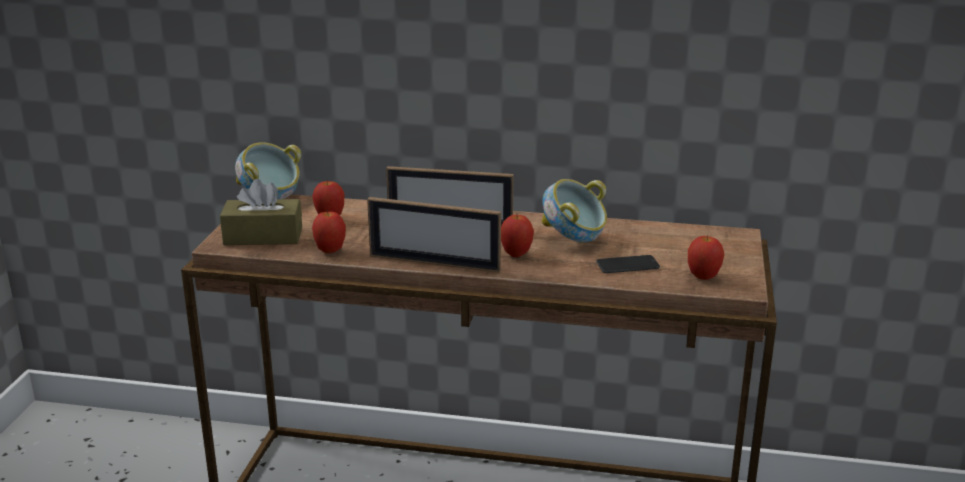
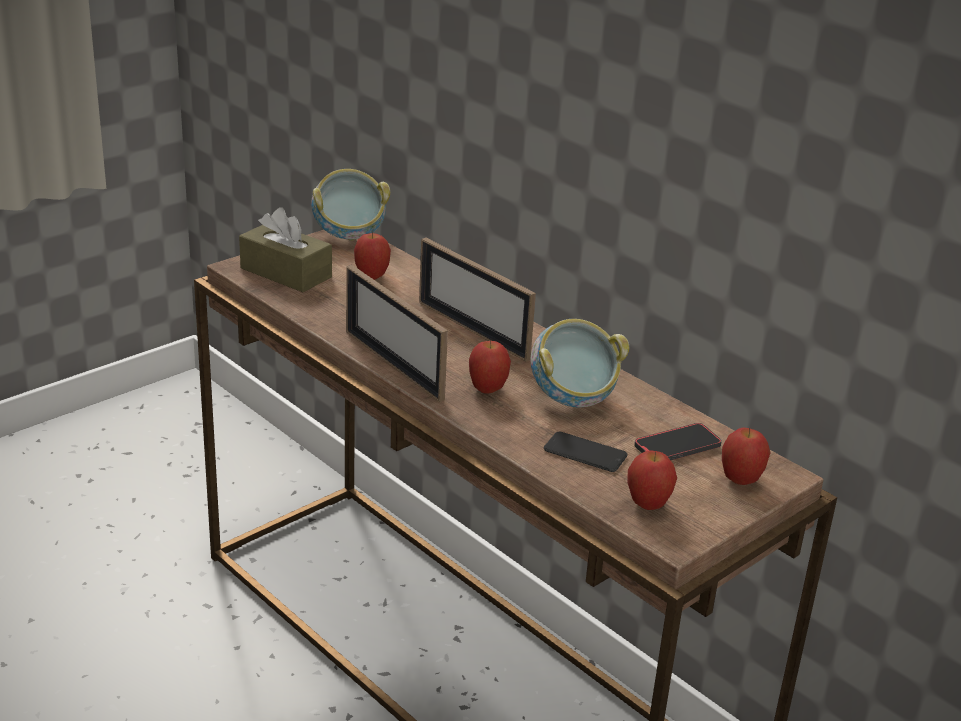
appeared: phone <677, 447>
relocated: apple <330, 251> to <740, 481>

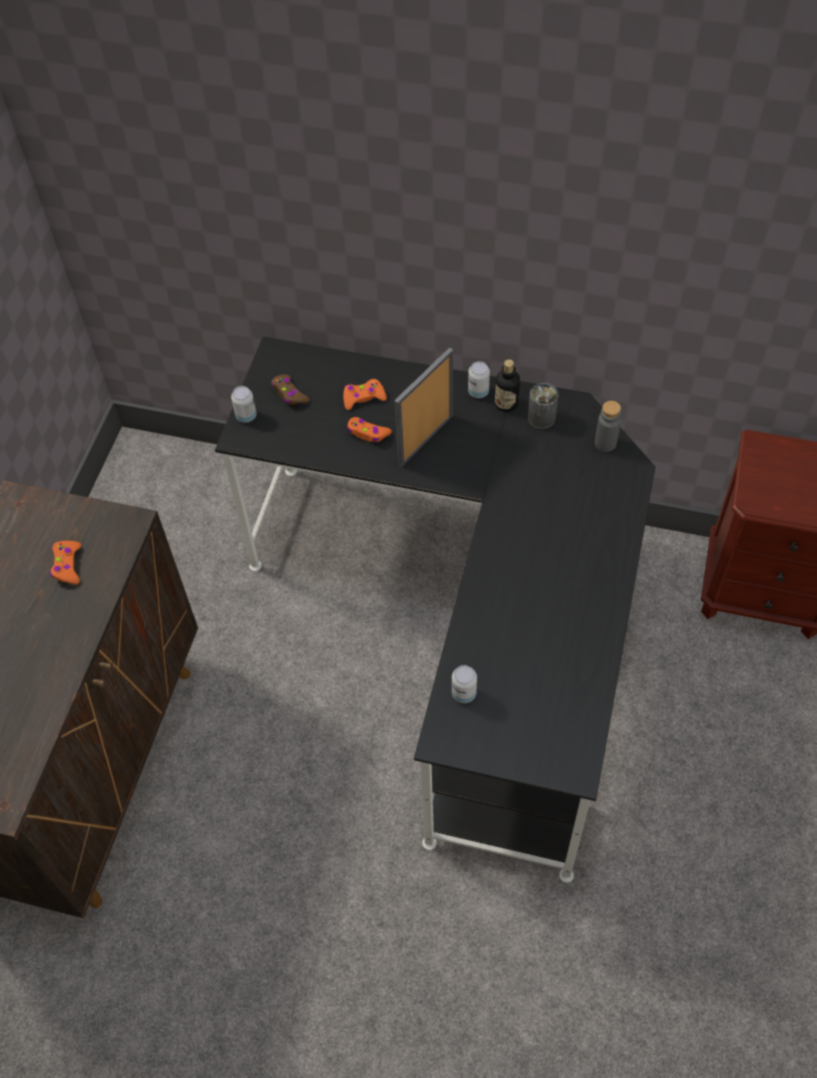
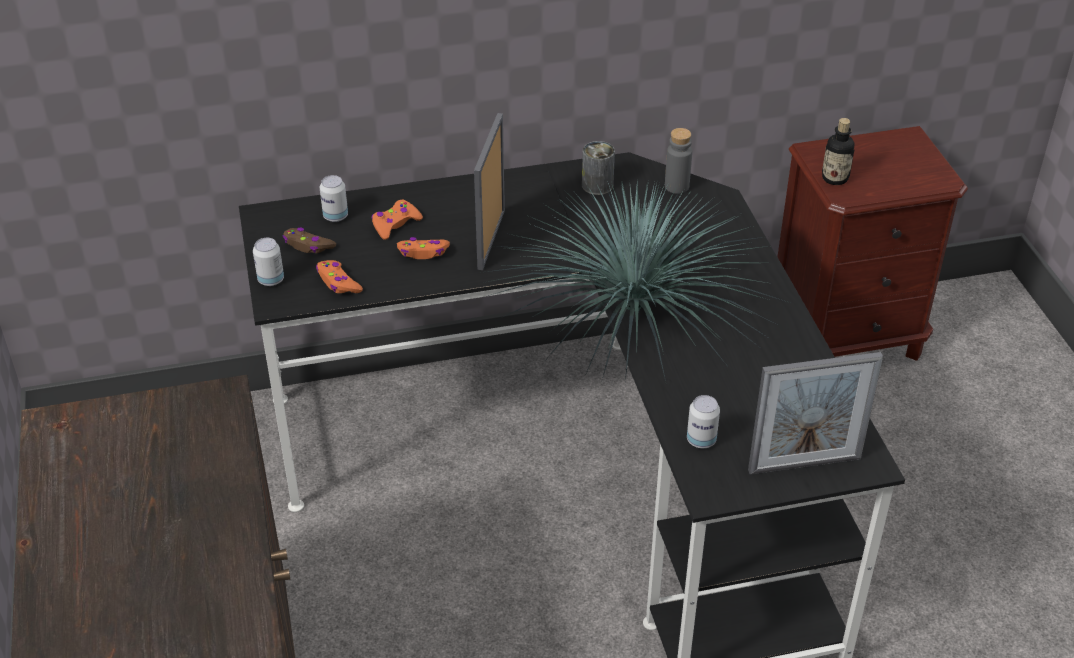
appeared: potted plant <632, 308>; photo frame <804, 464>
relocated: bottle <506, 404> to <835, 178>; can <478, 392> to <335, 216>; orange-coloured game controller <67, 565> to <338, 283>

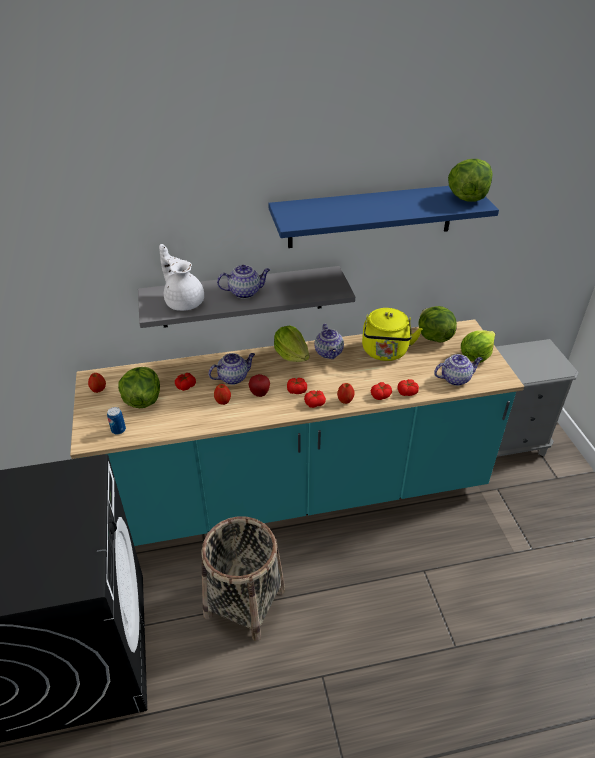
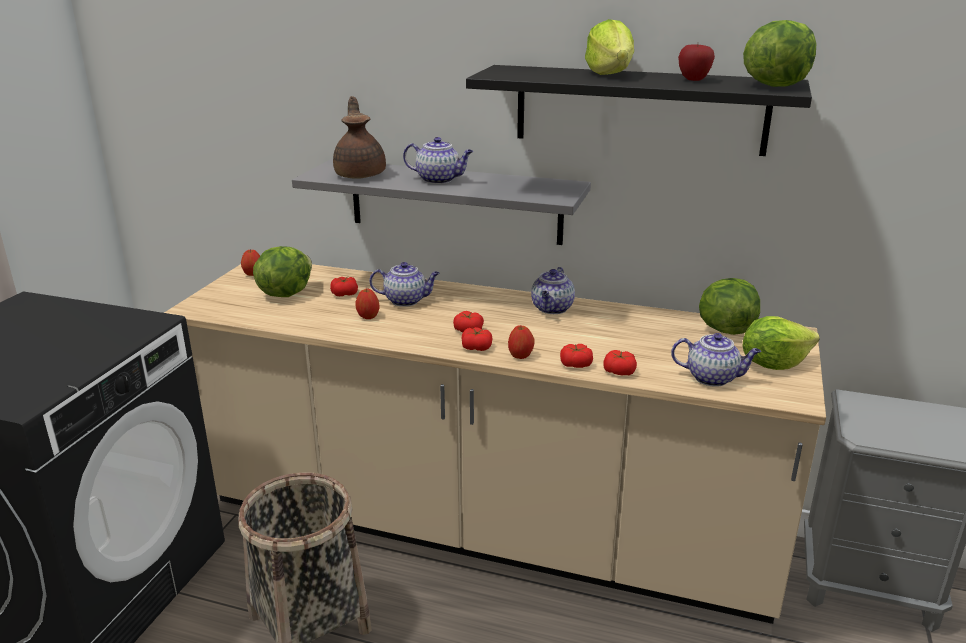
missing: yellowish tea kettle <385, 352>; can <118, 430>
relocated: lettuce head <291, 355> to <610, 74>; apple <259, 394> to <694, 80>
colour: blue shelf <371, 216> to blackish shelf <639, 109>; white-coloured tea pot <184, 301> to brownish tea pot <361, 174>; turquoise kitchen counter <297, 493> to beige-coloured kitchen counter <483, 528>

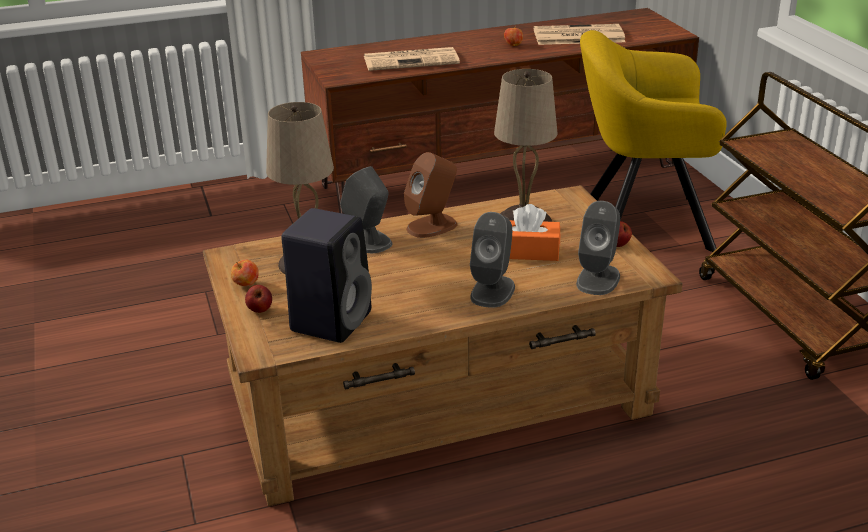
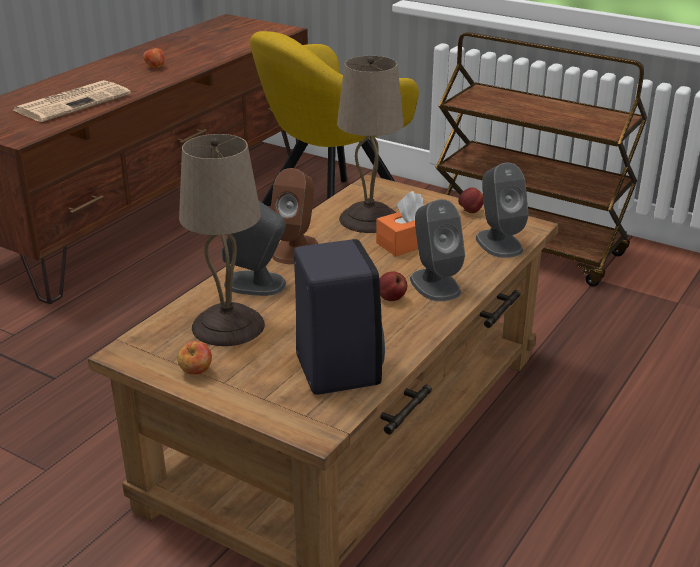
missing: printed paper <577, 36>
relocated: apple <260, 310> to <391, 298>

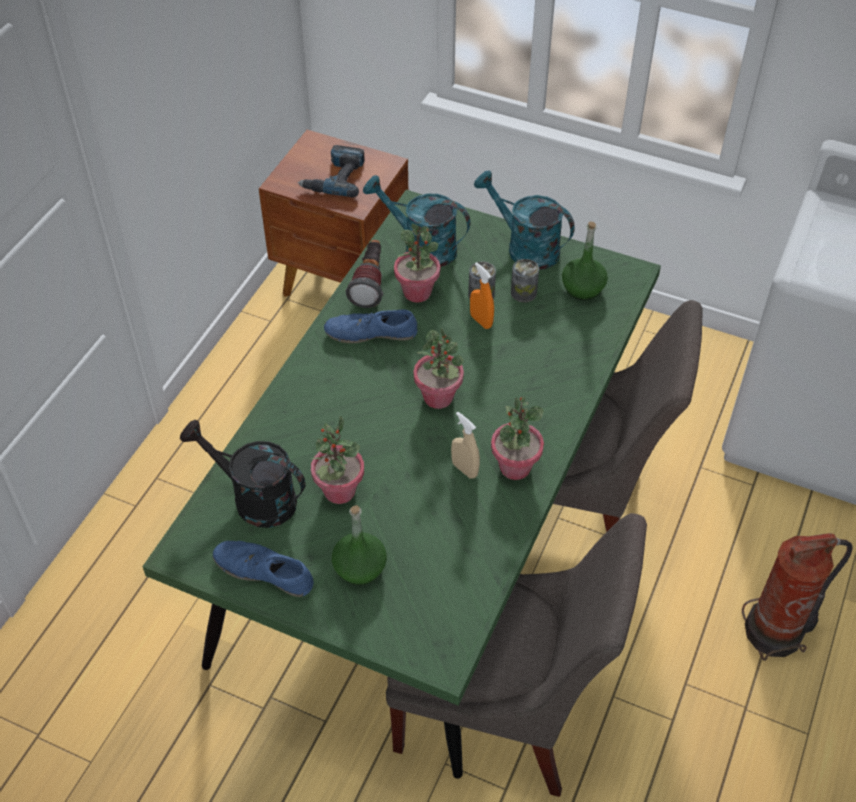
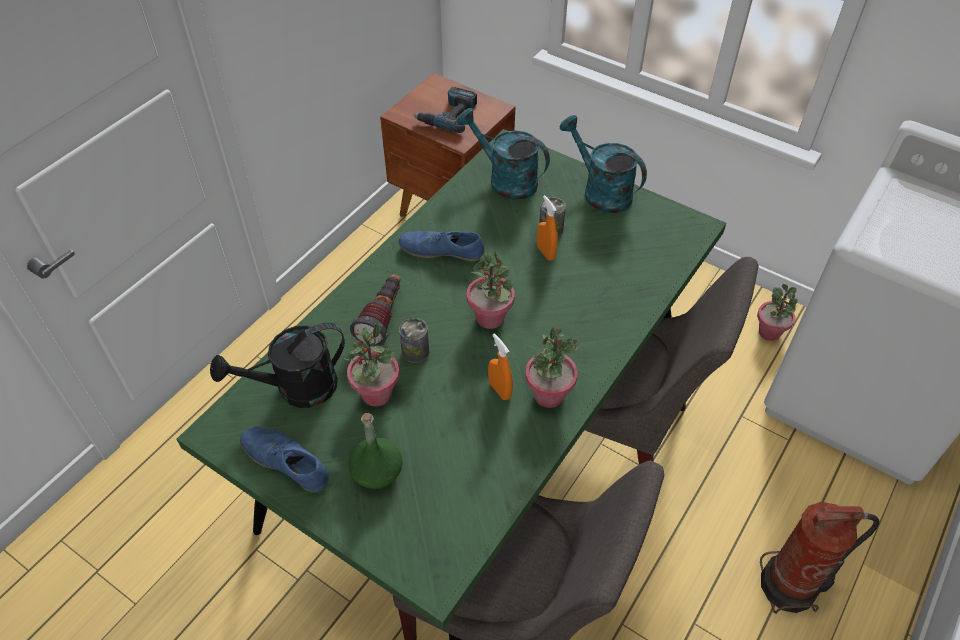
missing: green bottle <583, 288>
relocated: potted plant <417, 292> to <769, 332>; hand torch <370, 282> to <383, 318>; can <523, 293> to <415, 352>
colour: beige-coloured sprayer <464, 469> to orange-coloured sprayer <499, 390>
spun: blackish sprinkling can <254, 498> = <296, 389> 60 degrees counterclockwise

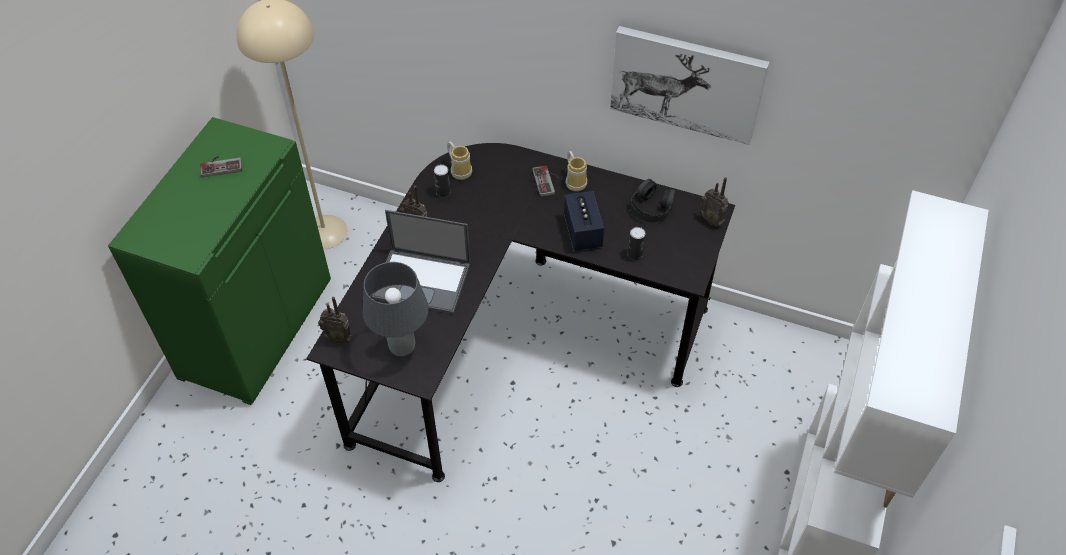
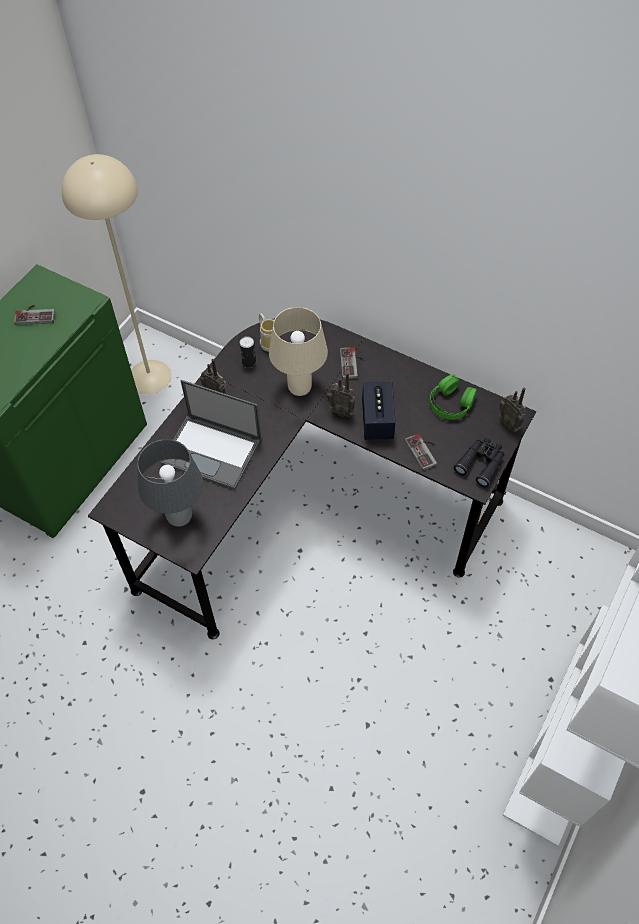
missing: wall picture <687, 83>; coffee mug <576, 181>
appeared: beige-coloured tabletop lamp <299, 388>; blackish pair of binoculars <481, 463>
relocated: radio <339, 337> to <341, 411>
exchanged: can <635, 254> to game controller <424, 451>
colour: blackish headphones <651, 207> to green headphones <451, 403>

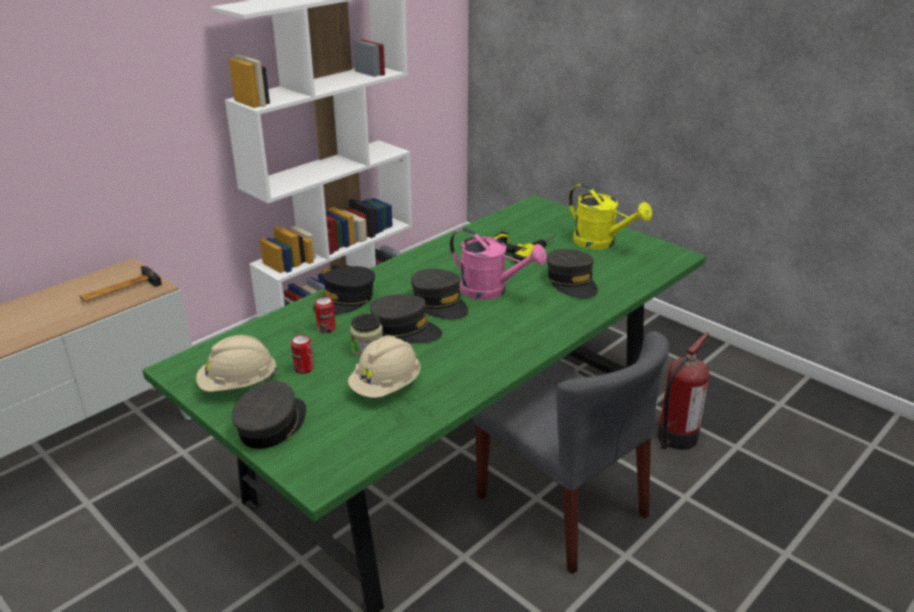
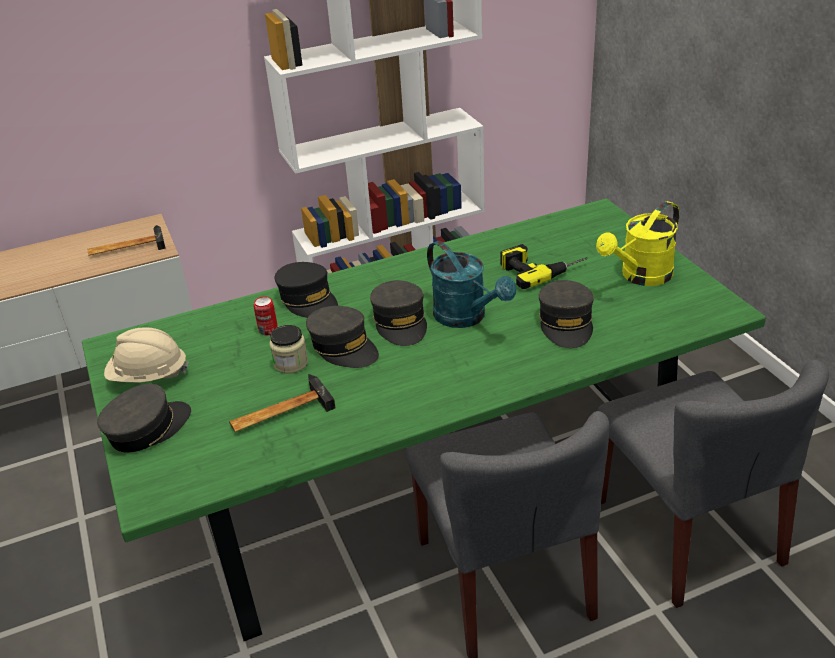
missing: can <304, 368>
exchanged: fire-fighting cylinder <675, 438> to gray upright chair <688, 532>; beige-coloured work helmet <386, 387> to hand hammer <279, 411>
colour: pinkish sprinkling can <491, 291> to turquoise sprinkling can <466, 317>
spun: yellowish sprinkling can <601, 243> = <640, 276> 75 degrees clockwise; blackish baseball cap <345, 300> = <308, 300> 105 degrees counterclockwise

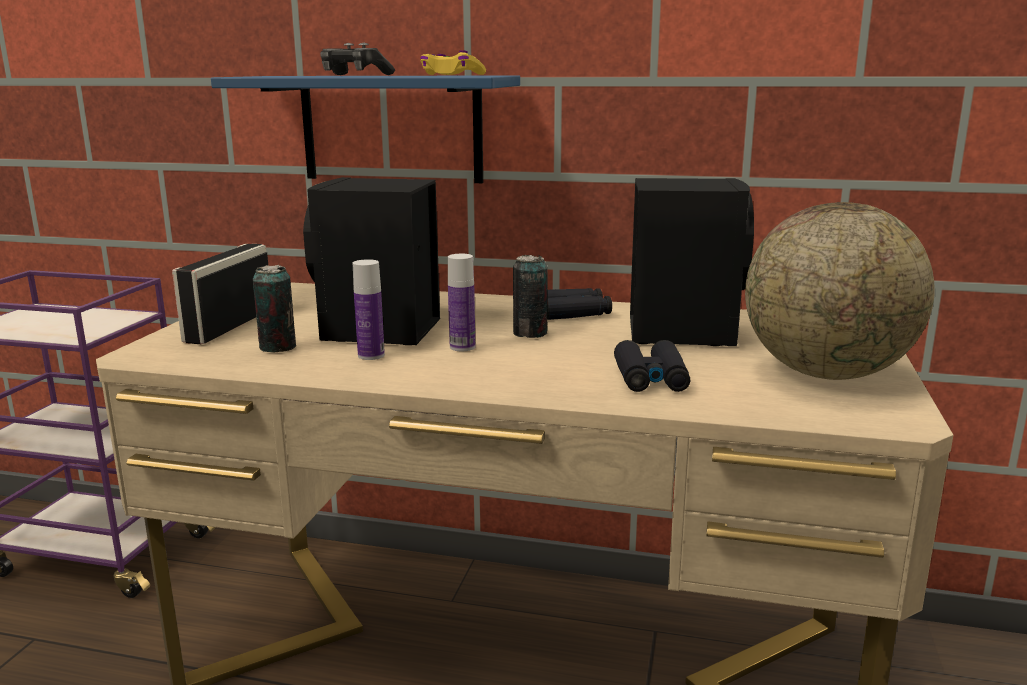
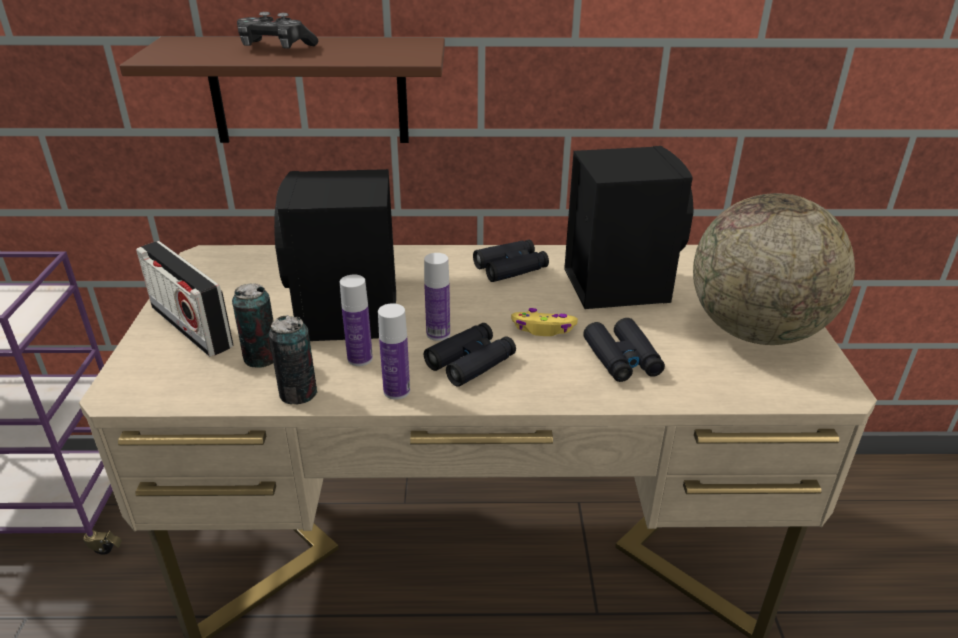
appeared: bottle <396, 391>; blackish pair of binoculars <471, 362>
relocated: yellowish game controller <451, 75> to <543, 329>; can <530, 333> to <298, 393>
colour: blue shelf <391, 129> to brownish shelf <309, 91>
spun: radio <229, 325> = <191, 327> 45 degrees counterclockwise

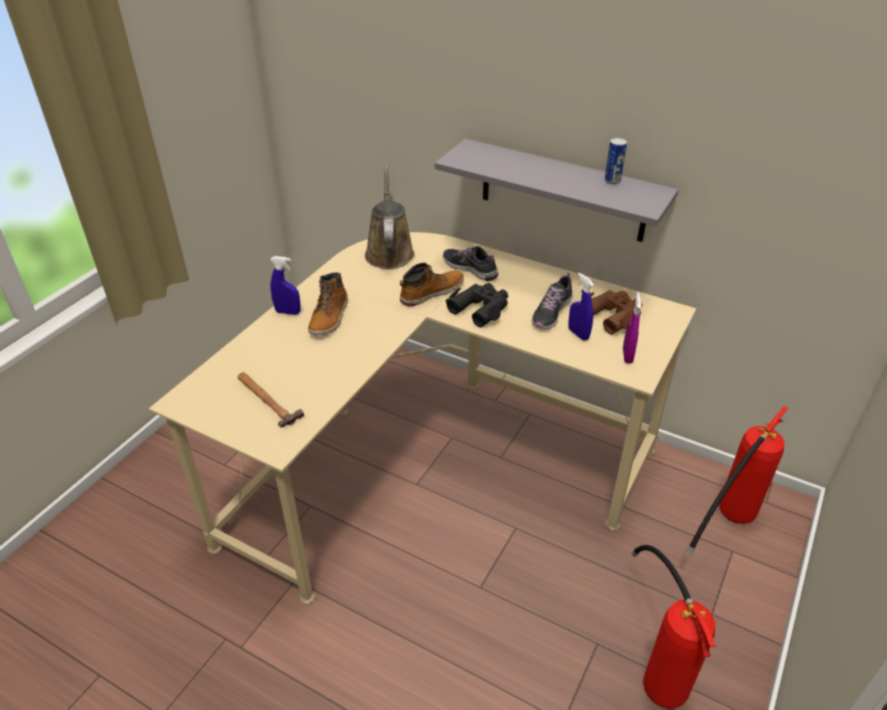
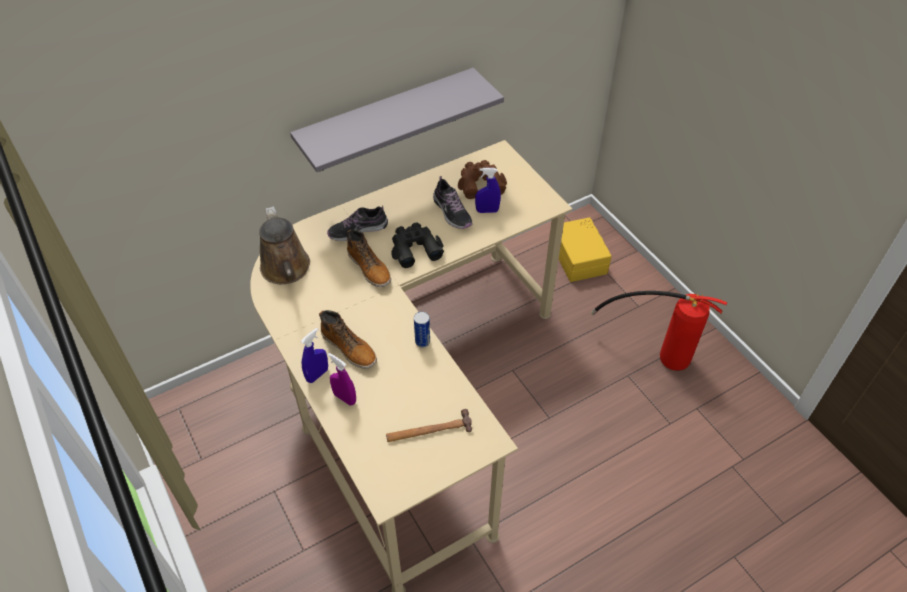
relocated: can <612, 180> to <422, 342>; purple sprayer <627, 356> to <344, 398>
exchanged: fire-fighting cylinder <725, 523> to yellowish storage bin <580, 257>
spun: brownish sprinkling can <389, 252> = <286, 270> 135 degrees counterclockwise; boot <431, 292> = <369, 268> 150 degrees clockwise

